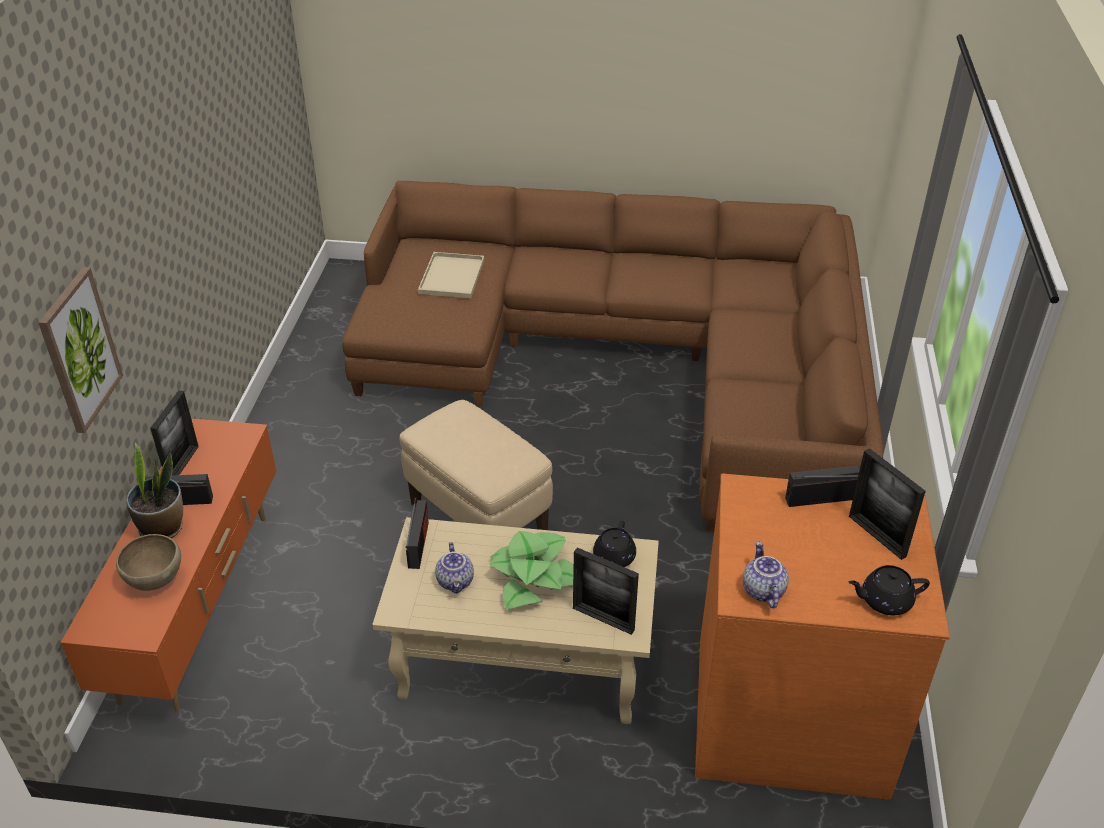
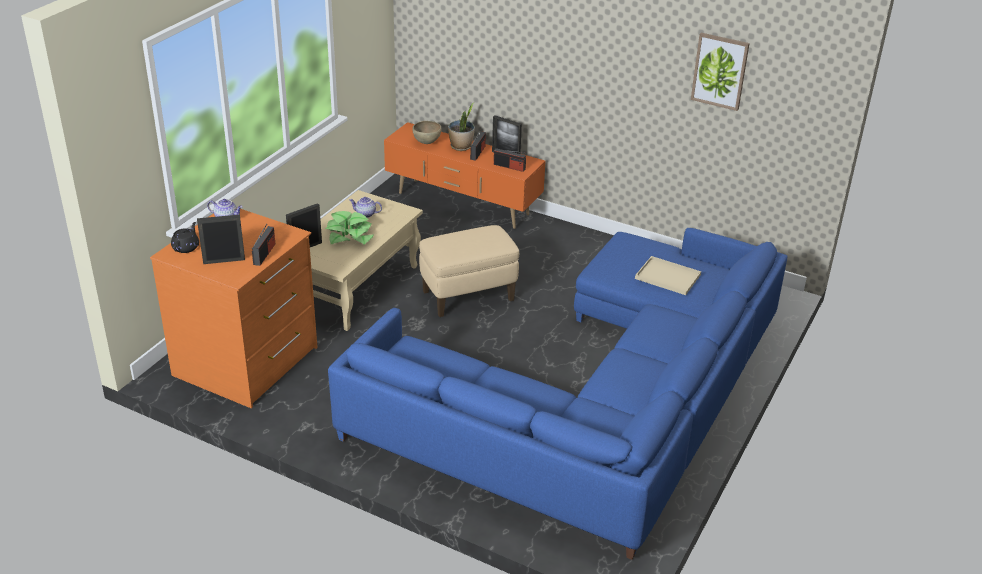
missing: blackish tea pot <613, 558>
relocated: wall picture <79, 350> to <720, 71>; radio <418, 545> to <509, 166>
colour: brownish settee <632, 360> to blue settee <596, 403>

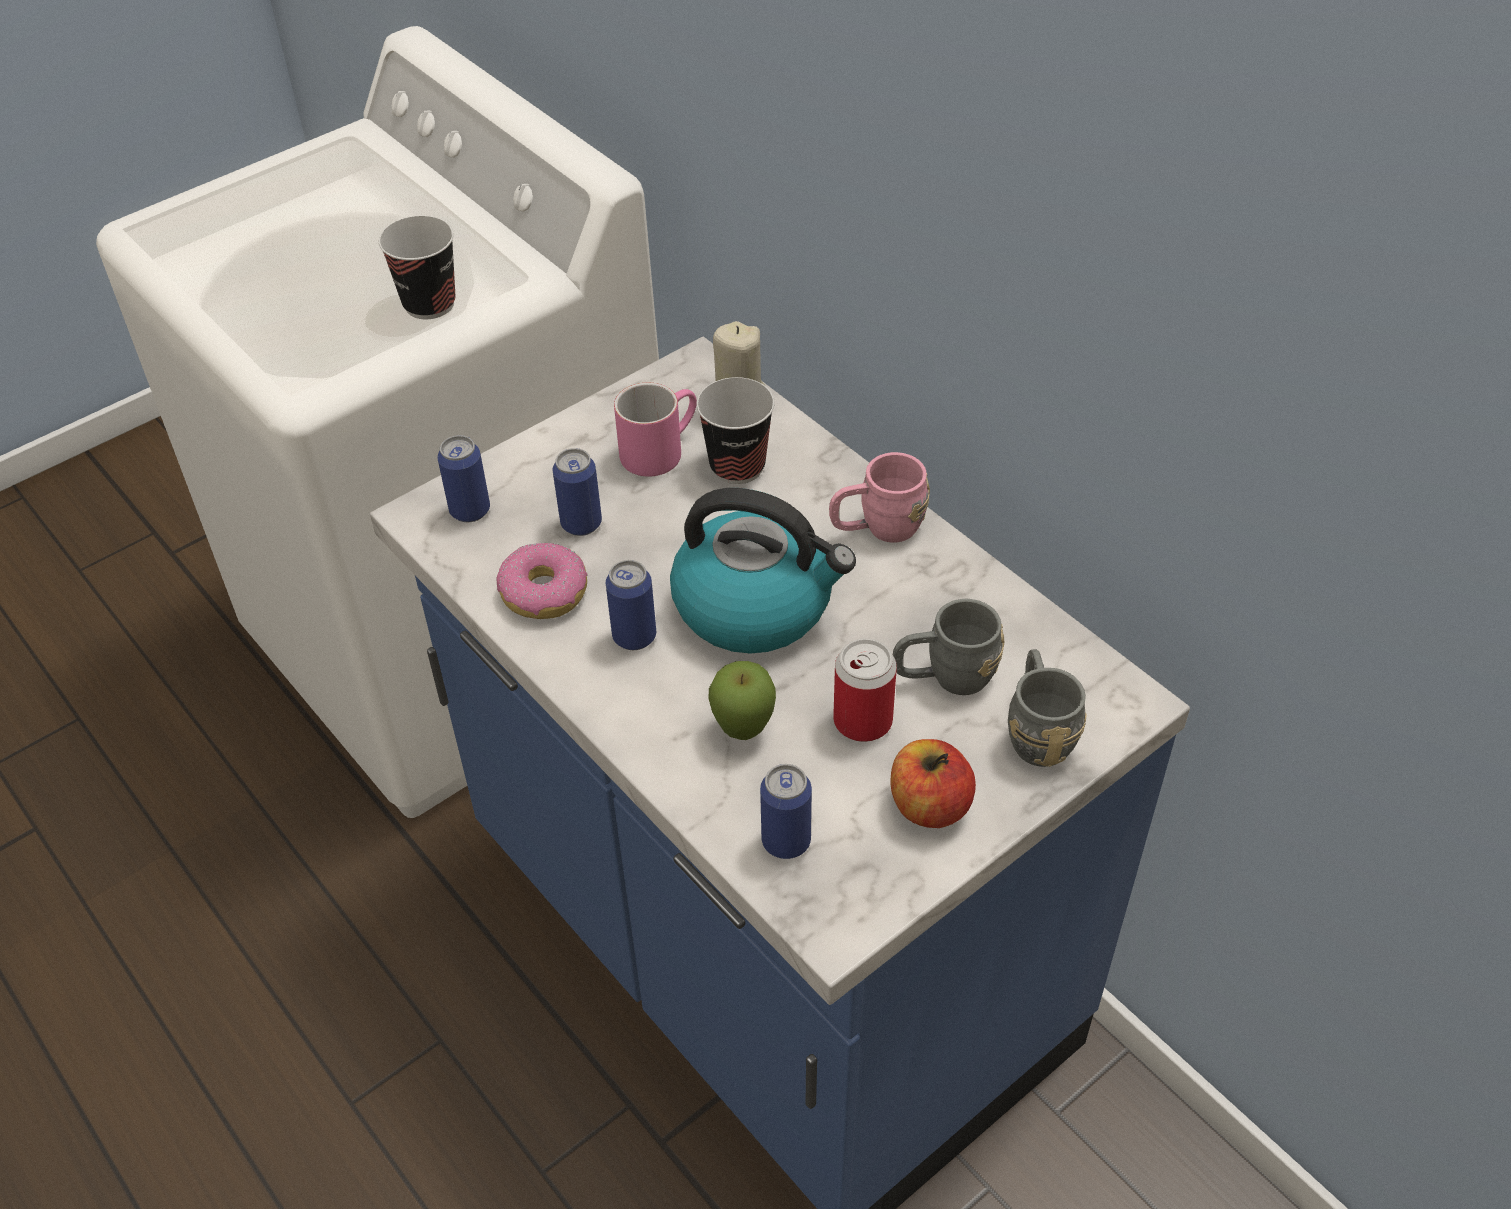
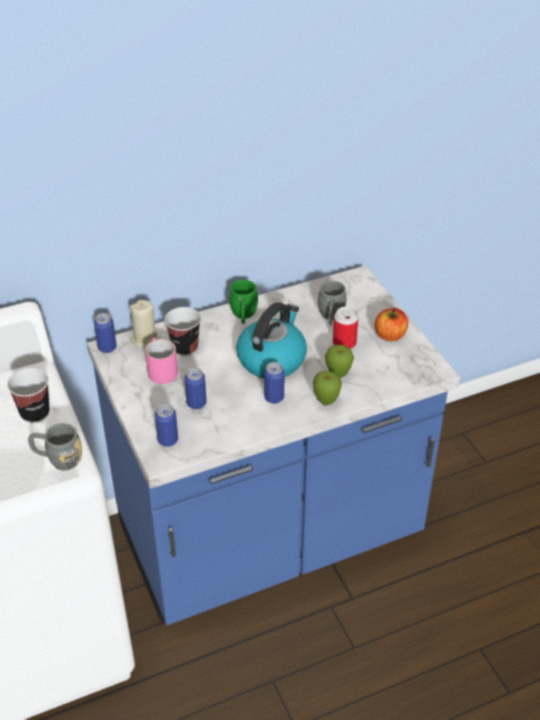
missing: donut <543, 592>
appeared: apple <326, 402>
relocated: gray coffee mug <1037, 730> to <58, 459>; can <786, 841> to <107, 348>
colour: pinkish coffee mug <877, 528> to green coffee mug <243, 316>

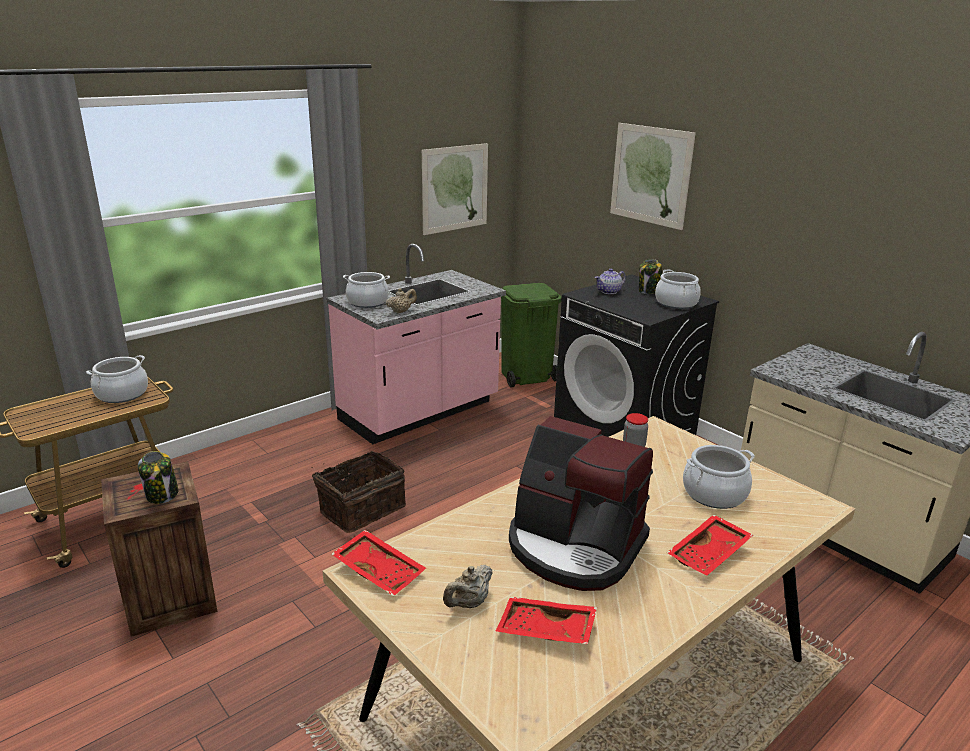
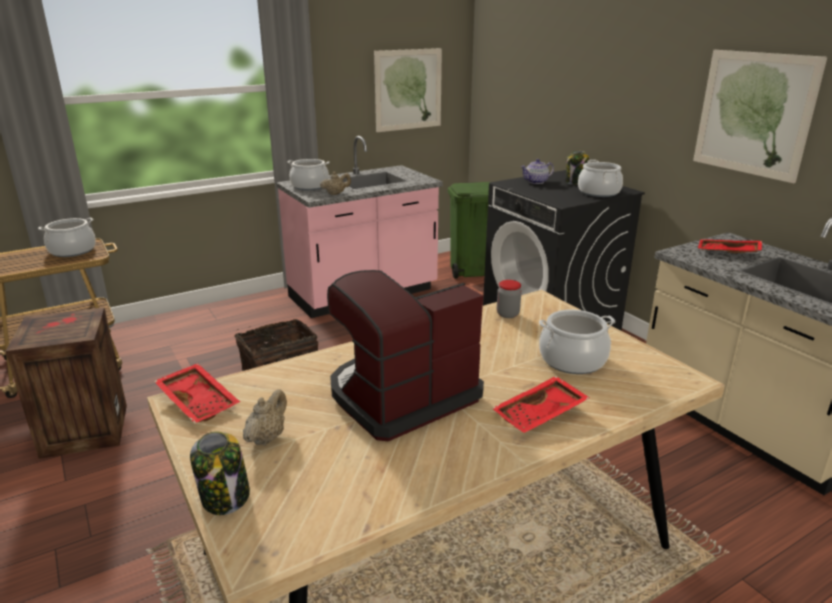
relocated: wall picture <650, 175> to <754, 114>; storage jar <162, 495> to <225, 497>; red carrying tray <545, 631> to <727, 253>
spun: coffee machine <574, 547> = <401, 396> 105 degrees clockwise; beige-coloured tea pot <468, 603> = <267, 437> 150 degrees clockwise

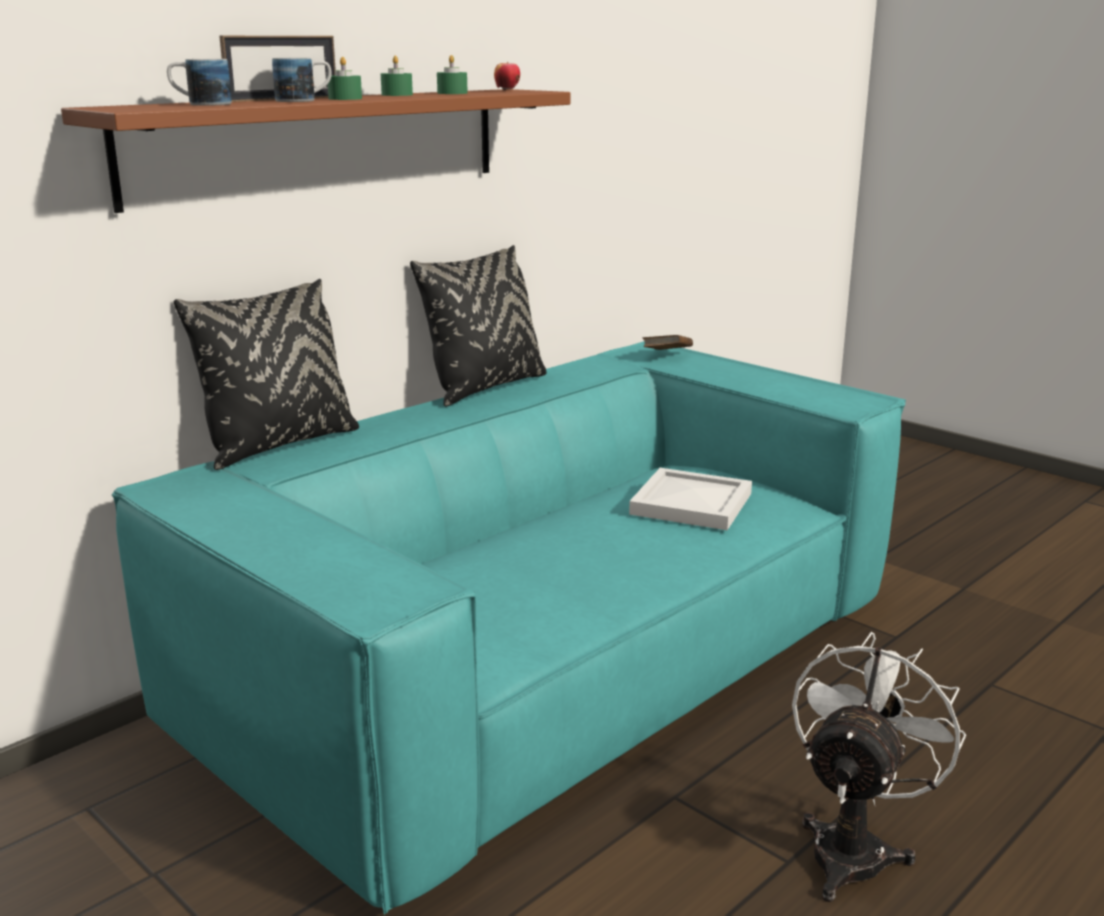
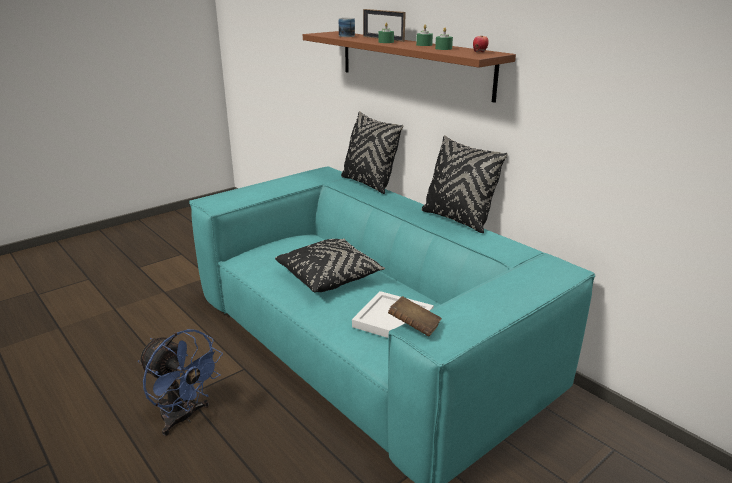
missing: coffee mug <304, 100>
appeared: blackish throw pillow <330, 277>
relocated: brownish book <667, 356> to <414, 327>
colour: white-coloured fan <854, 848> to blue fan <184, 418>

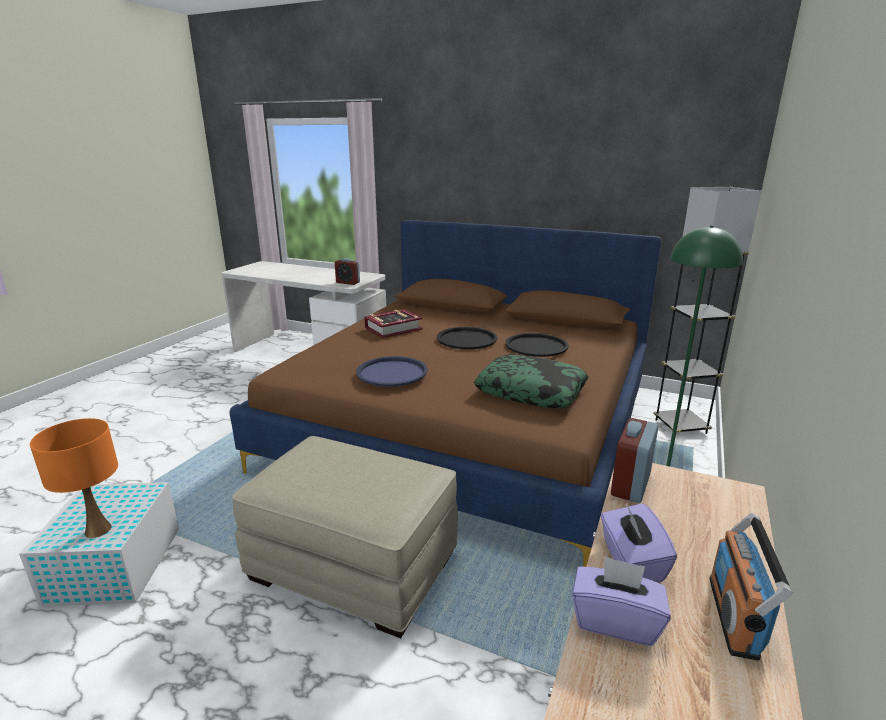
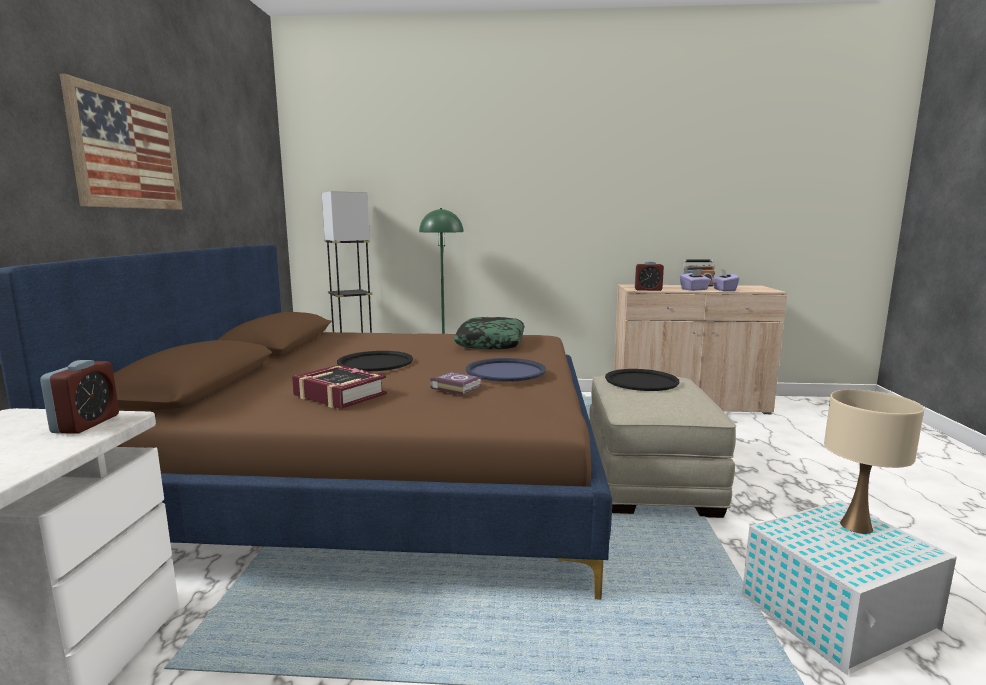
appeared: wall picture <127, 151>; book <456, 387>
relocated: blackish carrying tray <536, 346> to <641, 381>
colour: orange-coloured tabletop lamp <98, 530> to beige-coloured tabletop lamp <856, 526>

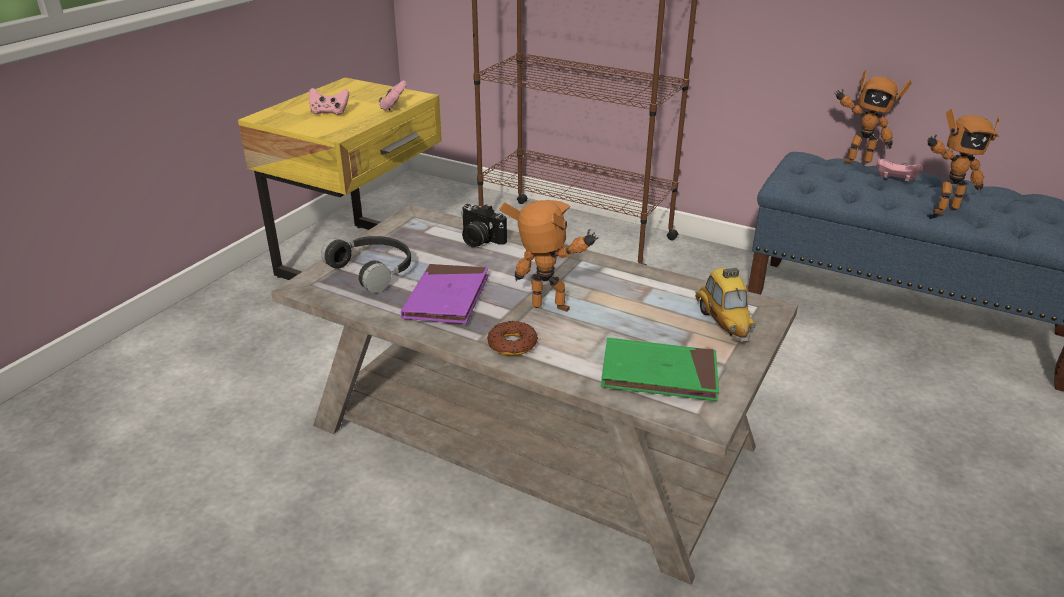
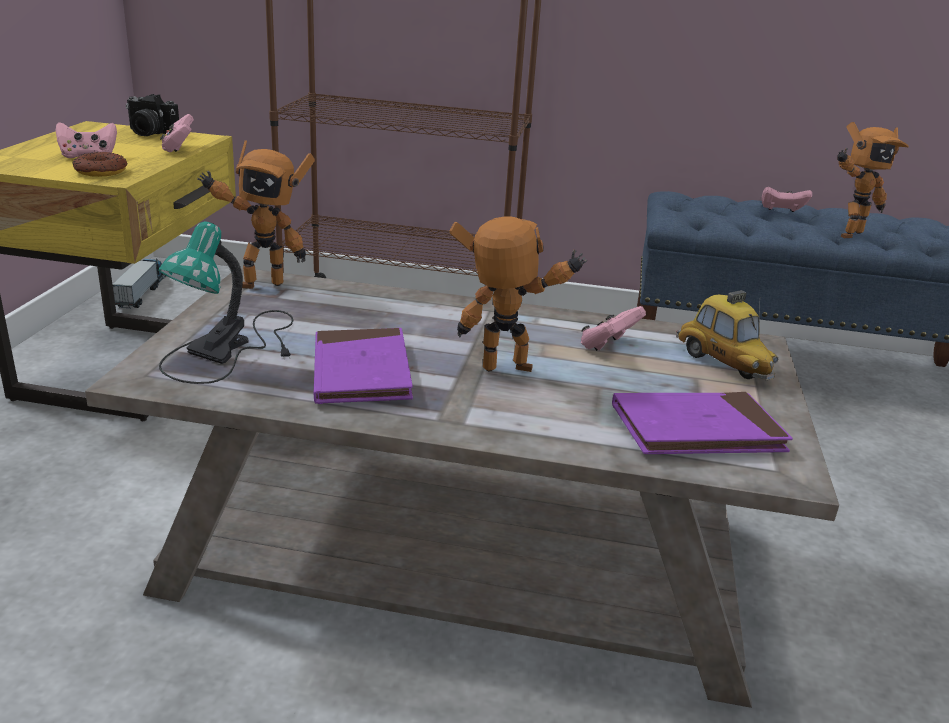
appeared: toy lorry <144, 291>; pinkish game controller <608, 346>
relocated: toy robot <856, 160> to <260, 283>; photo camera <479, 240> to <149, 133>; donut <512, 344> to <100, 171>
exchanged: blackish headphones <374, 270> to tabletop lamp <234, 347>
colour: green book <659, 374> to purple book <696, 430>

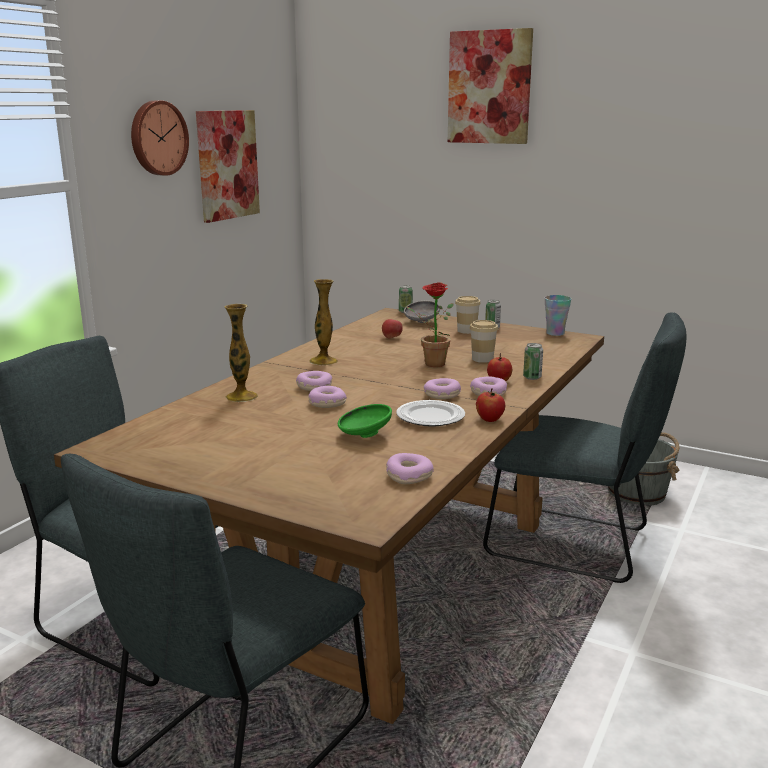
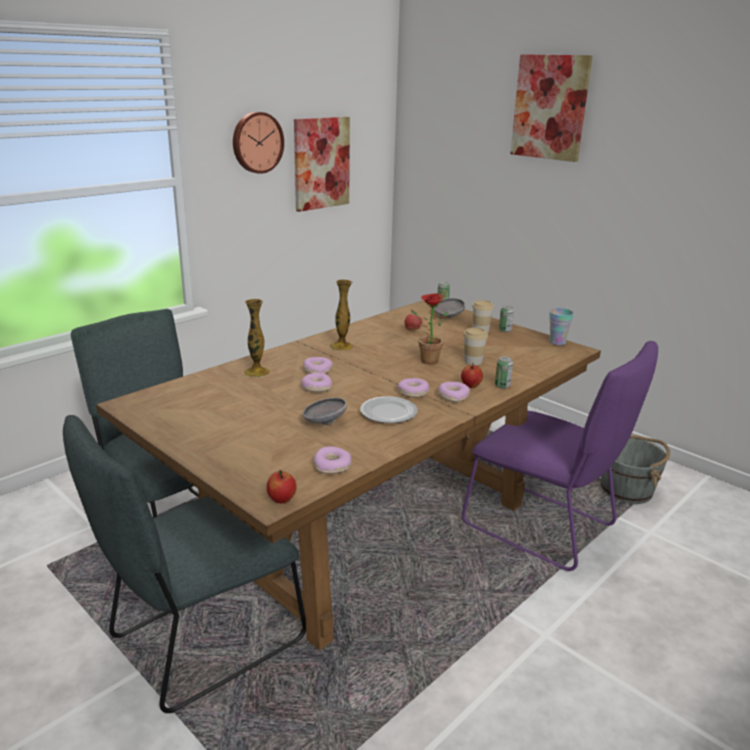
relocated: apple <490, 419> to <282, 499>
colour: gray upright chair <575, 544> to purple upright chair <544, 528>; green deep dish <364, 435> to gray deep dish <324, 422>

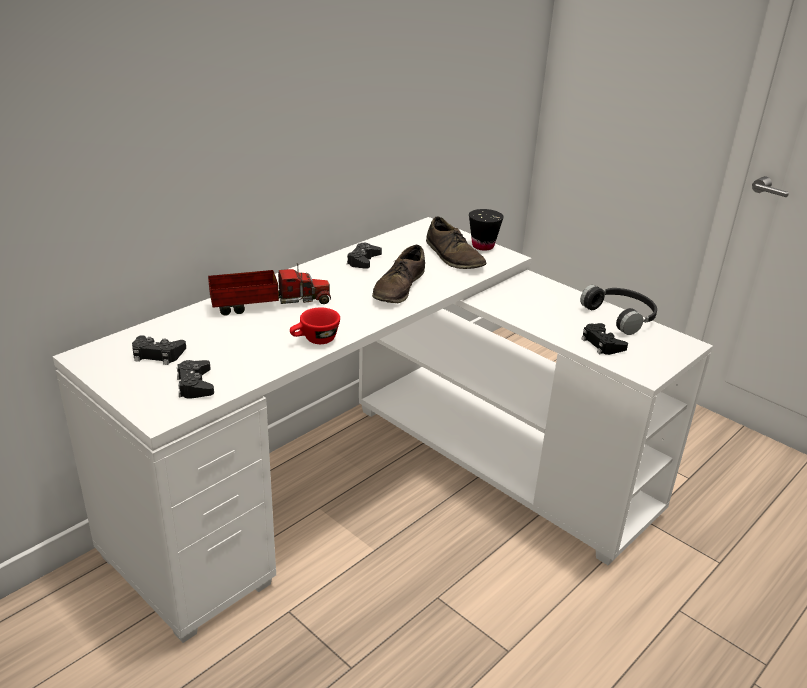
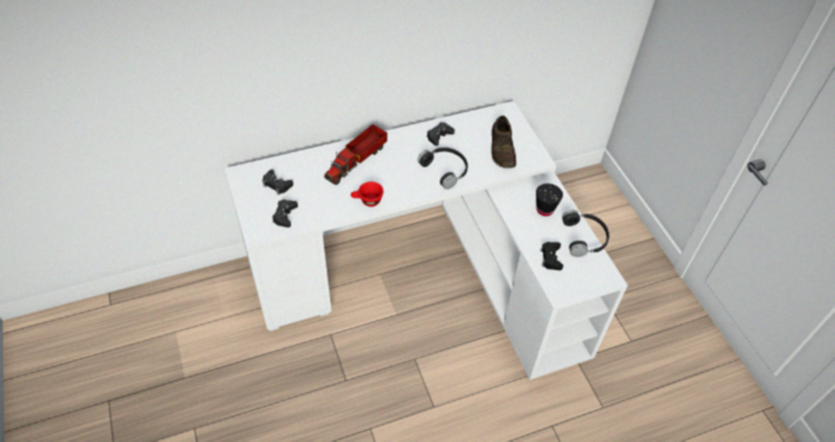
relocated: blackish small cup <483, 246> to <544, 210>
exchanged: brownish low shoe <399, 288> to blackish headphones <446, 170>
spun: toy lorry <267, 304> = <357, 160> 120 degrees clockwise

